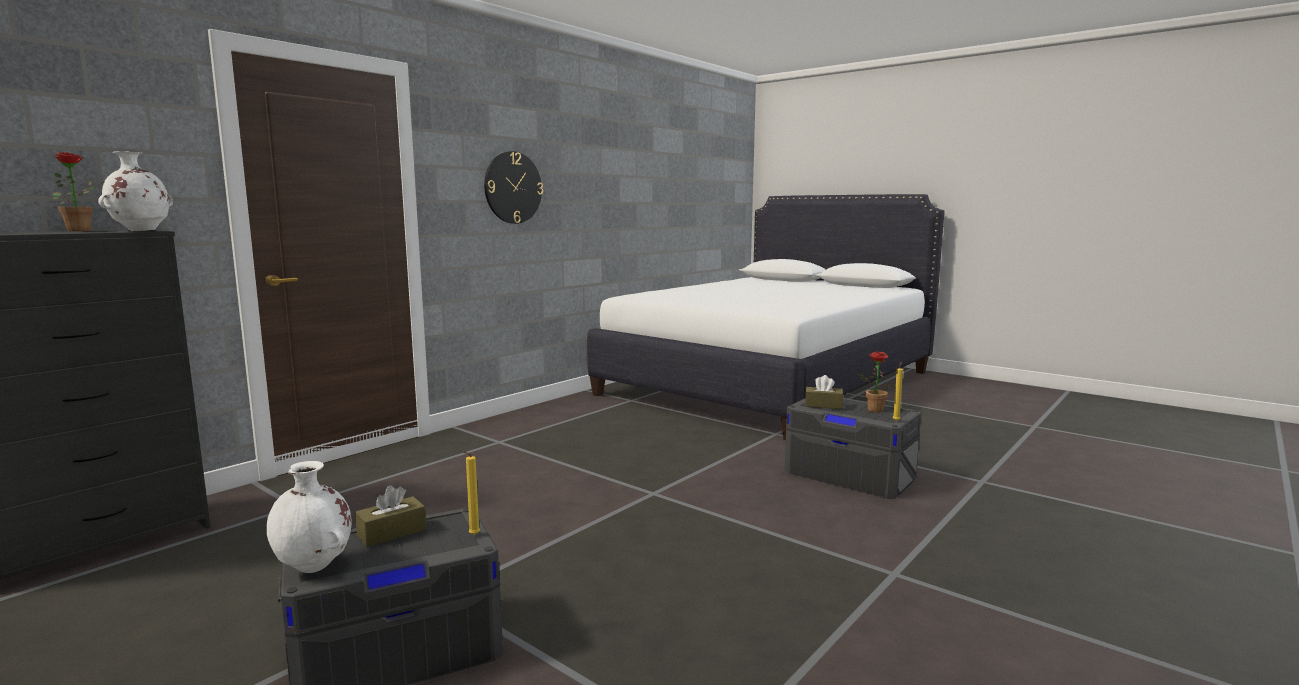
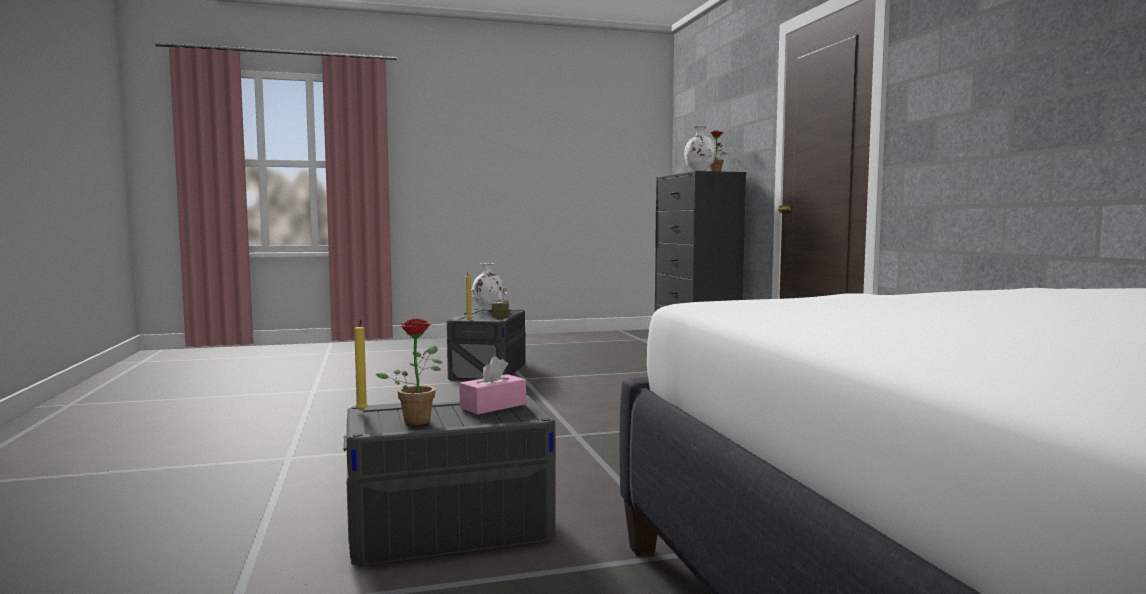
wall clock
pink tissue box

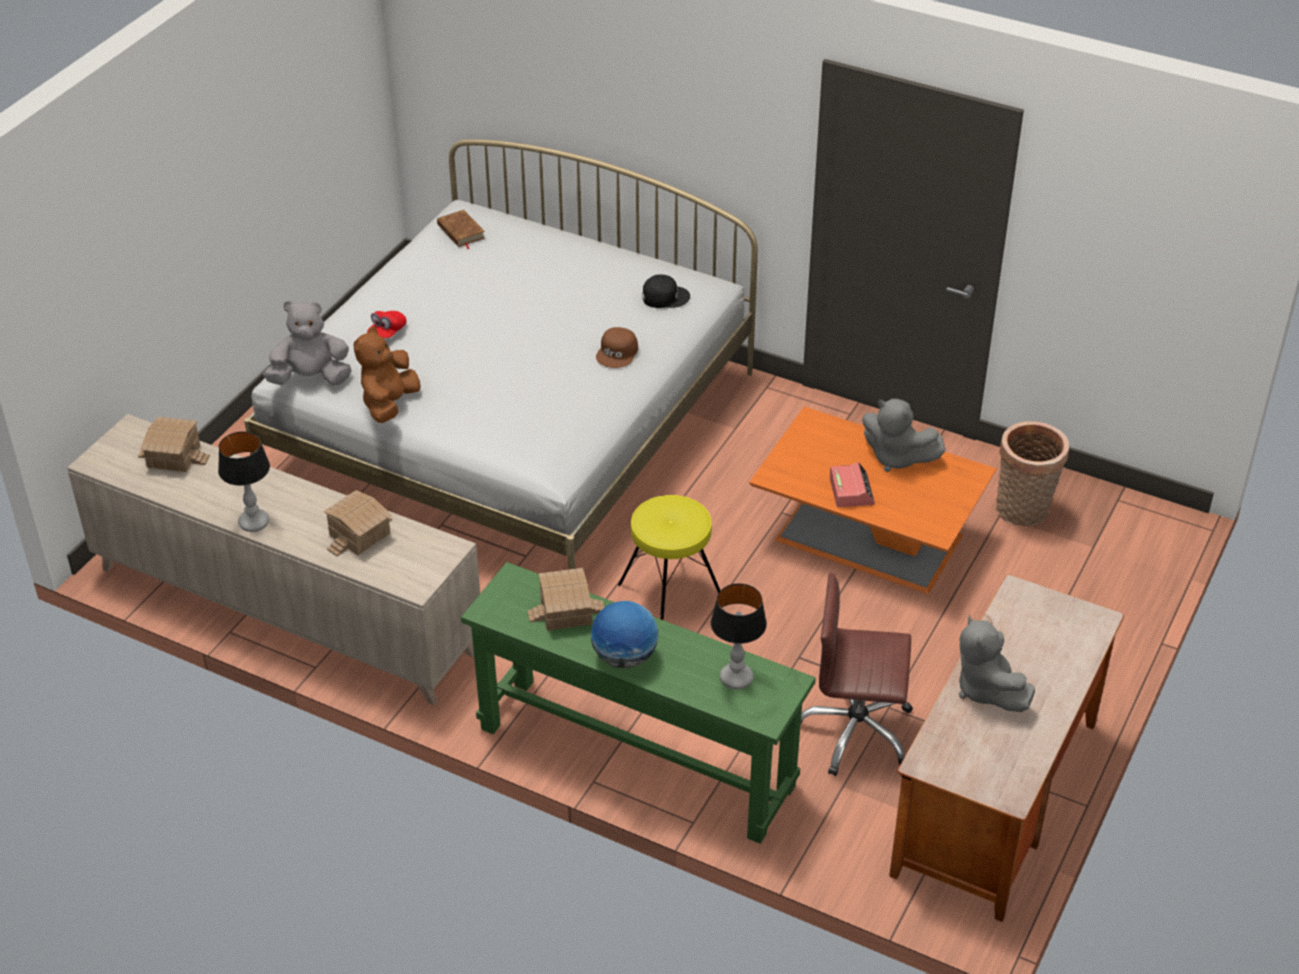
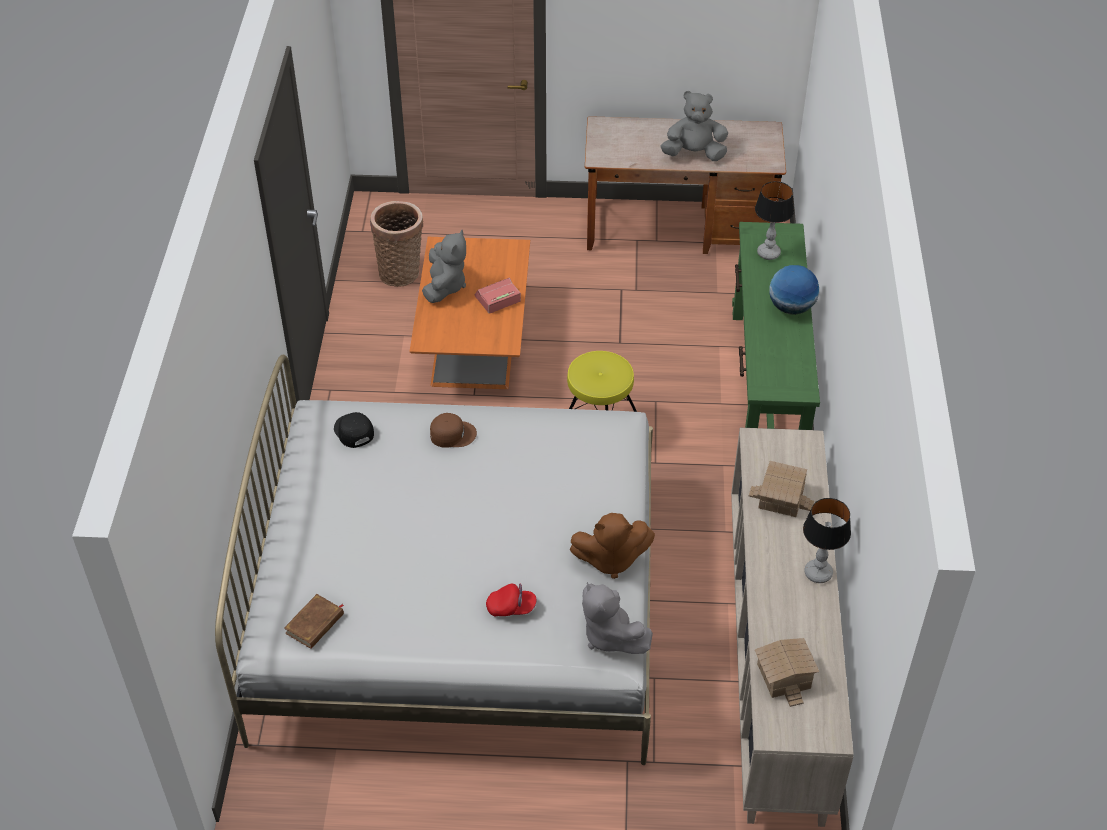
toy house (no. 3 from left in the first image)
brown office chair
grey plush toy (no. 3 from left)

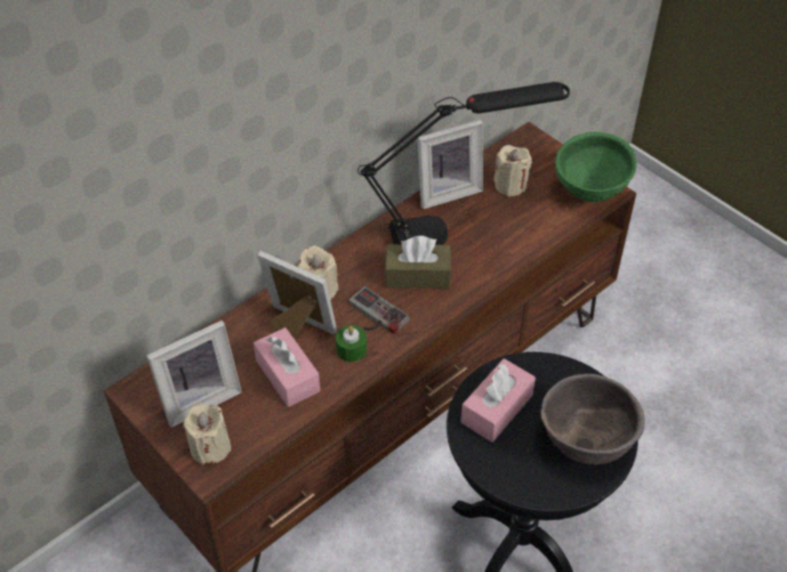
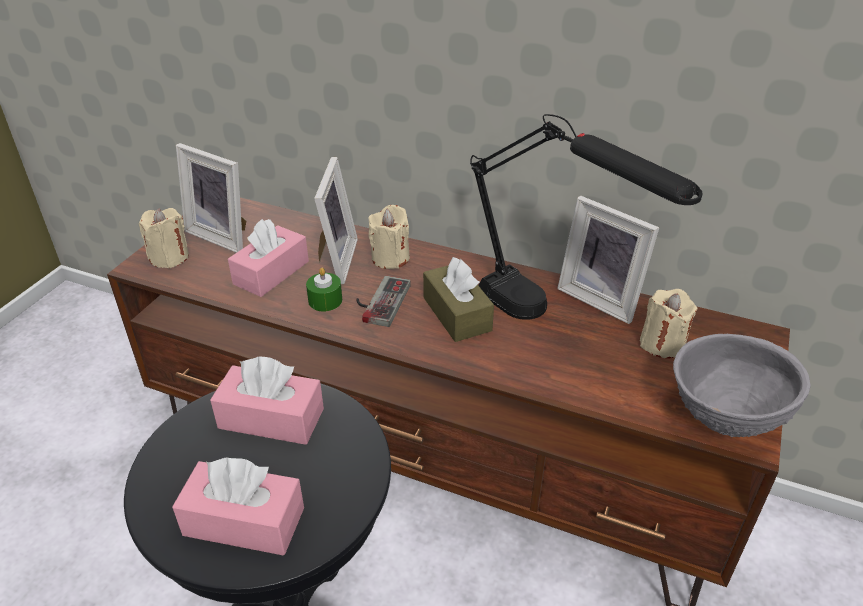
pink tissue box (no. 1 from left)
grey bowl

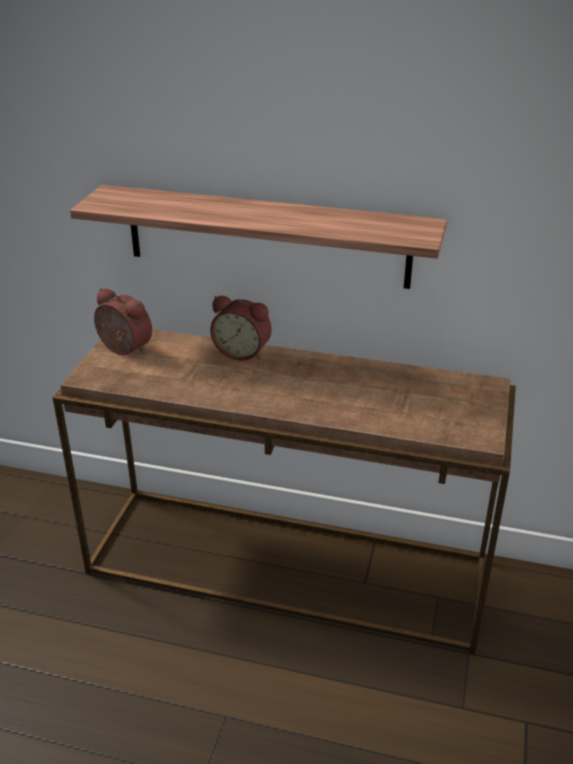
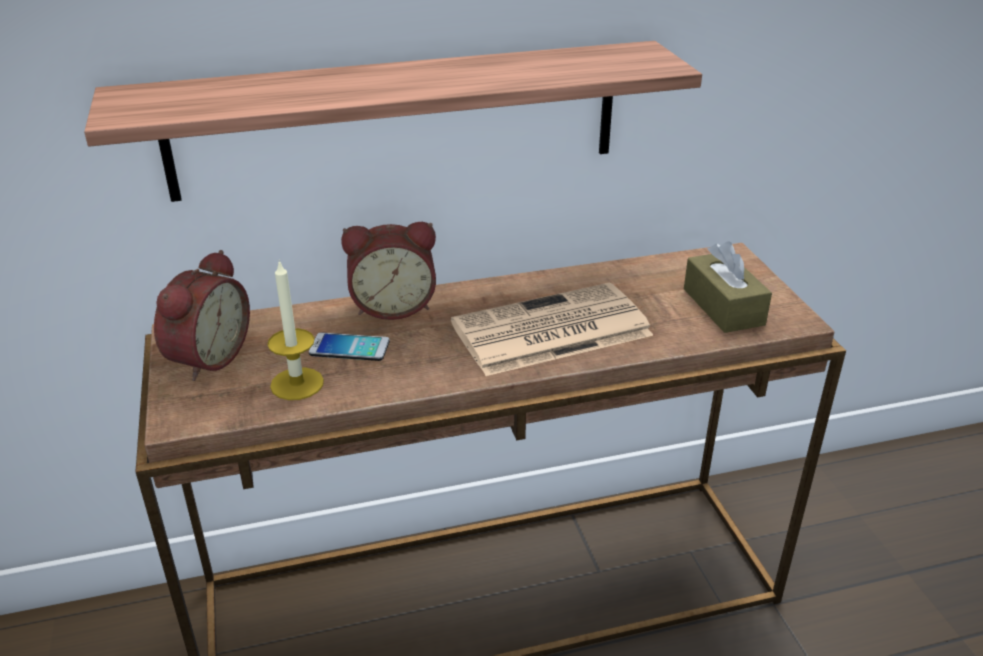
alarm clock (no. 1 from left)
candle
phone
newspaper
brown tissue box

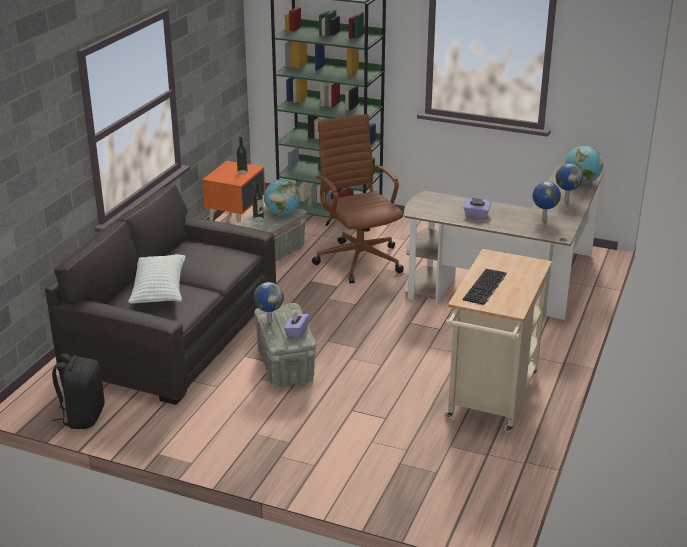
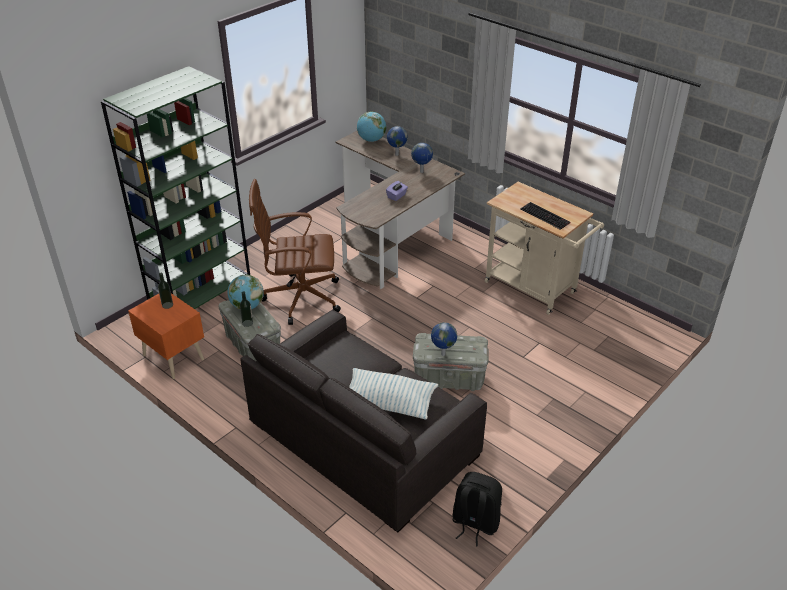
purple tissue box (no. 1 from left in the first image)

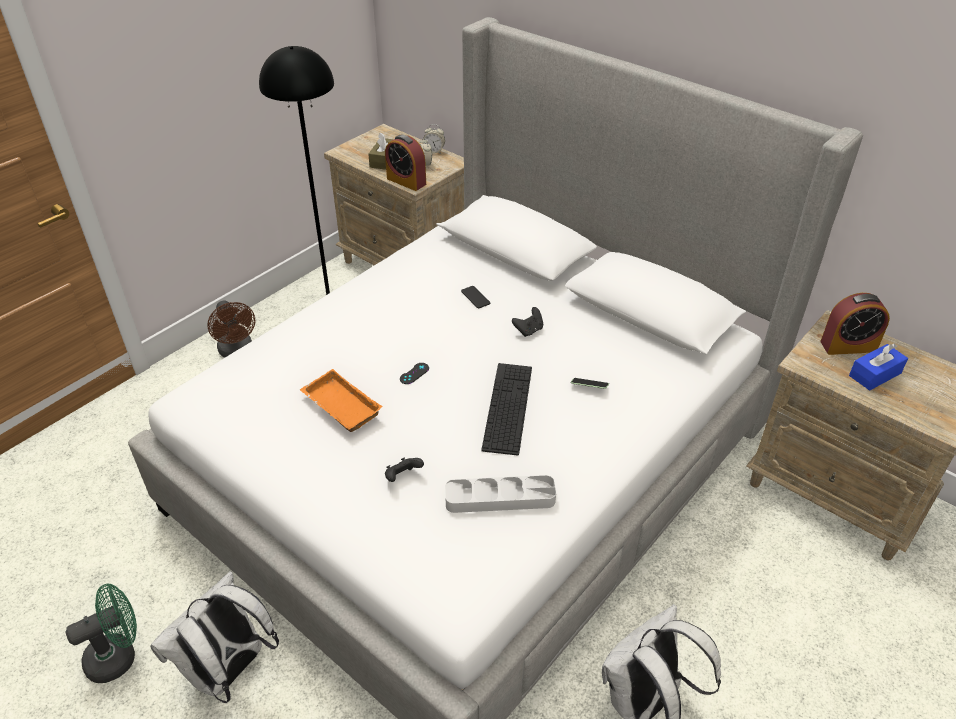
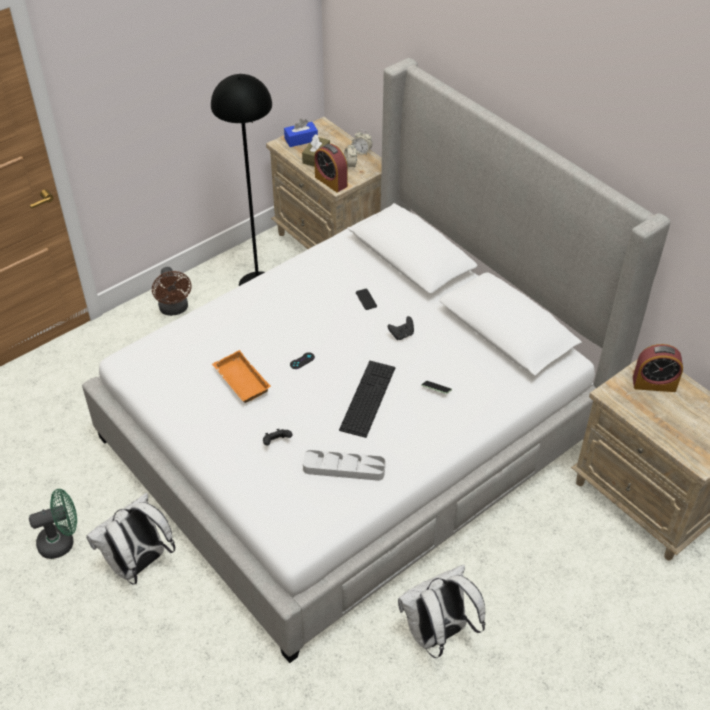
blue tissue box

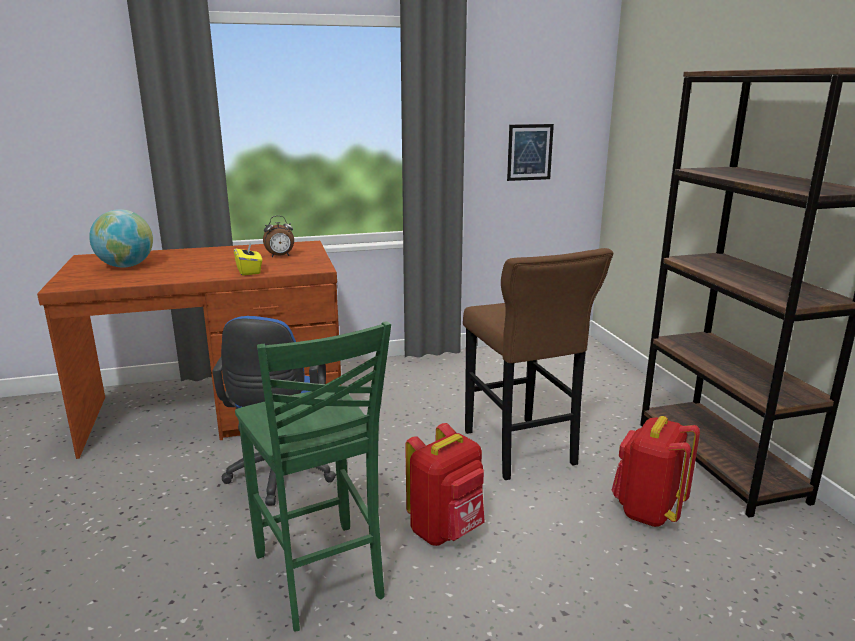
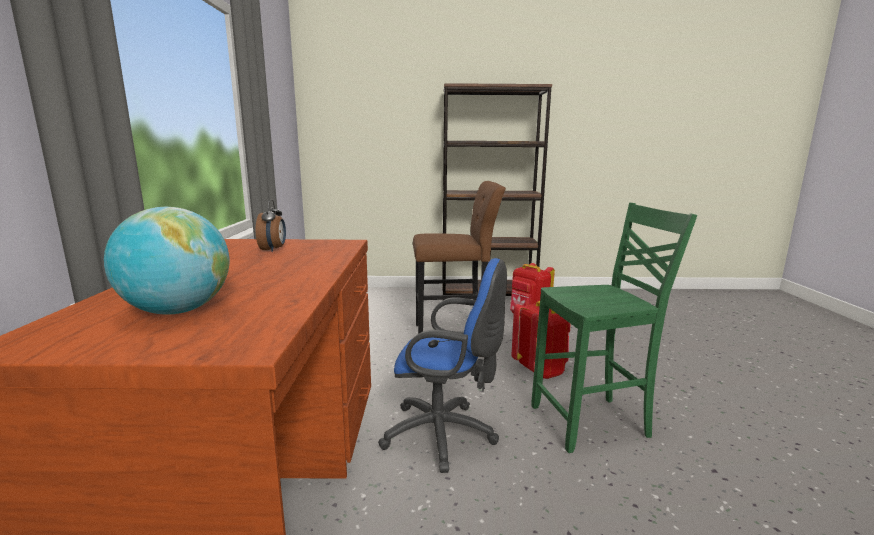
yellow tissue box
picture

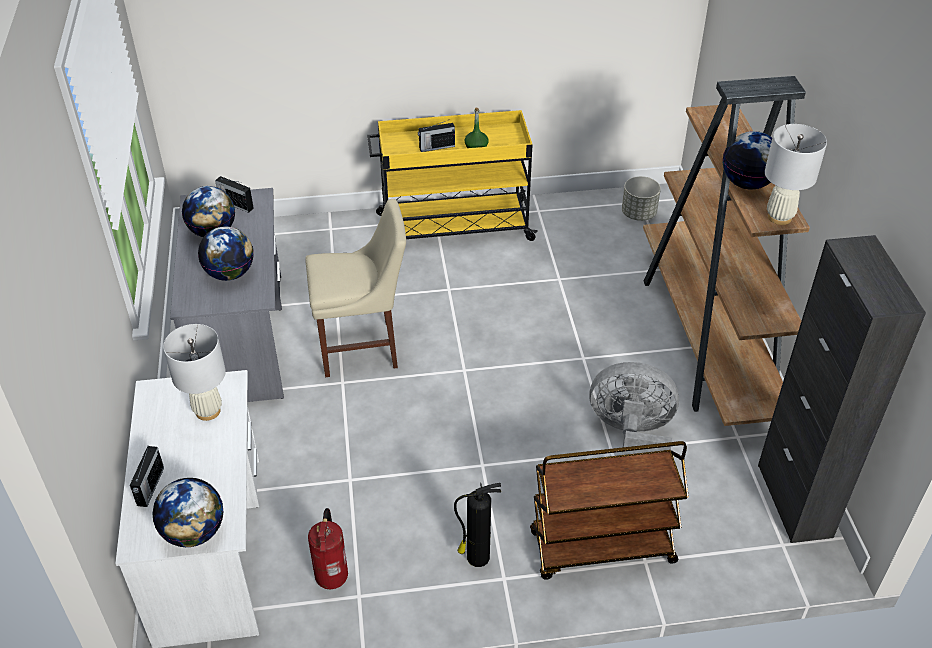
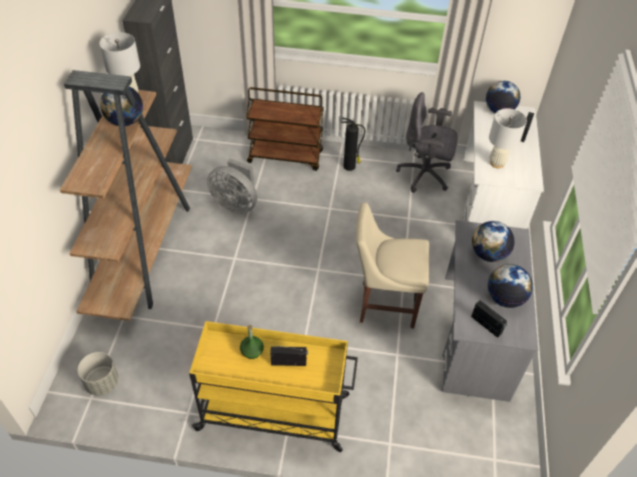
grey office chair

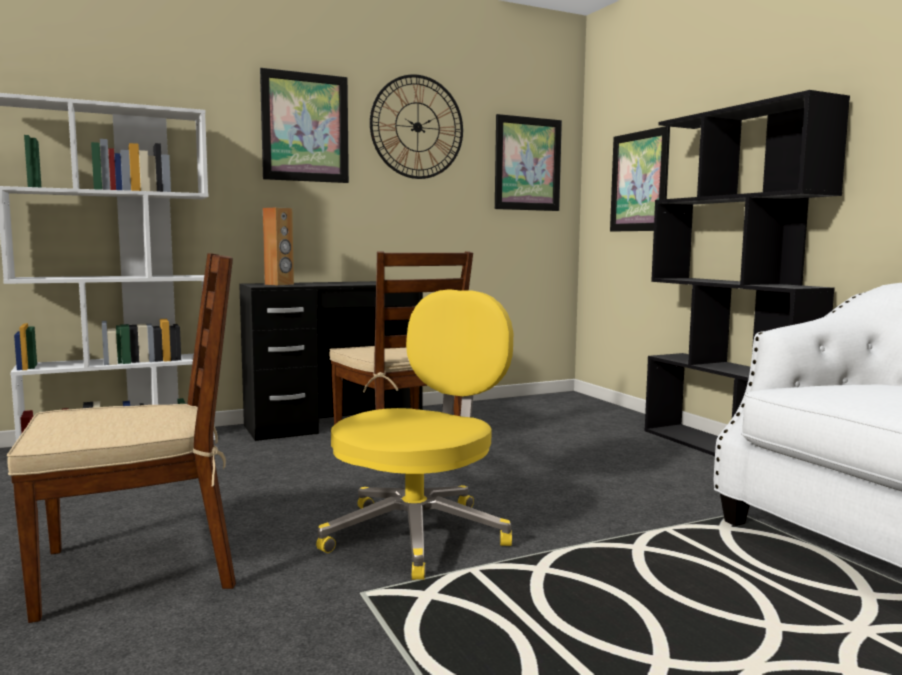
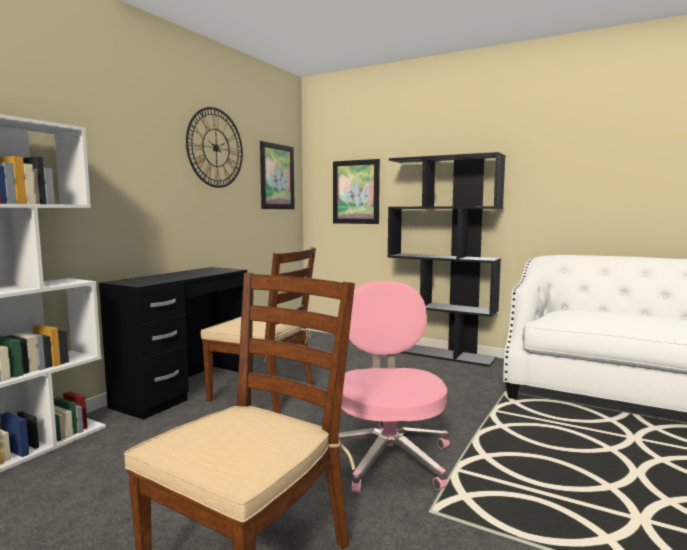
picture (no. 1 from left in the first image)
brown speaker
pink office chair

